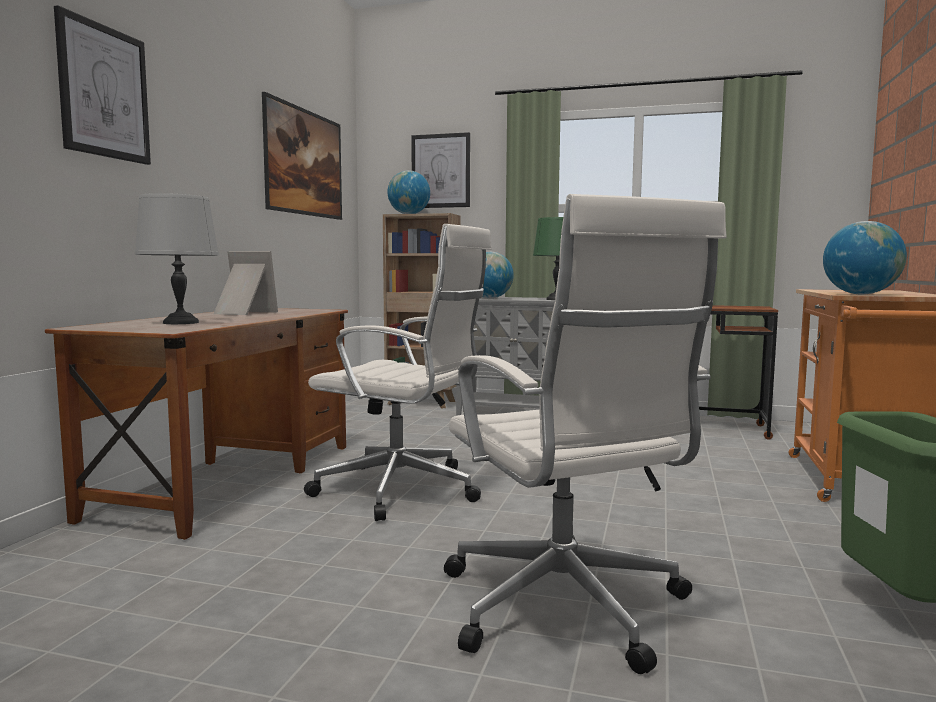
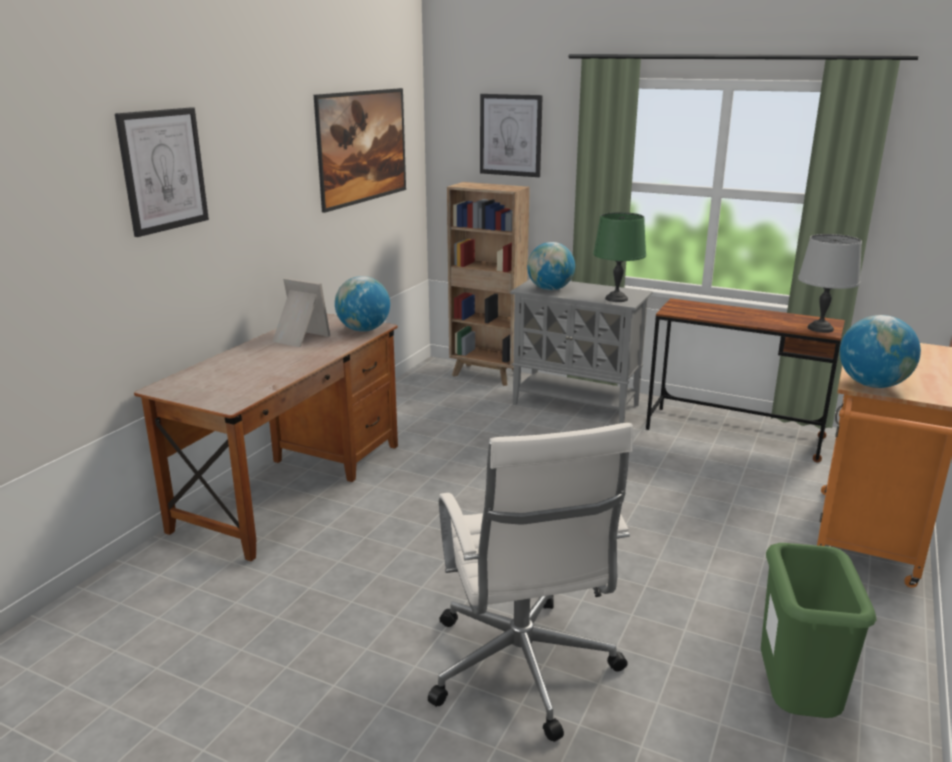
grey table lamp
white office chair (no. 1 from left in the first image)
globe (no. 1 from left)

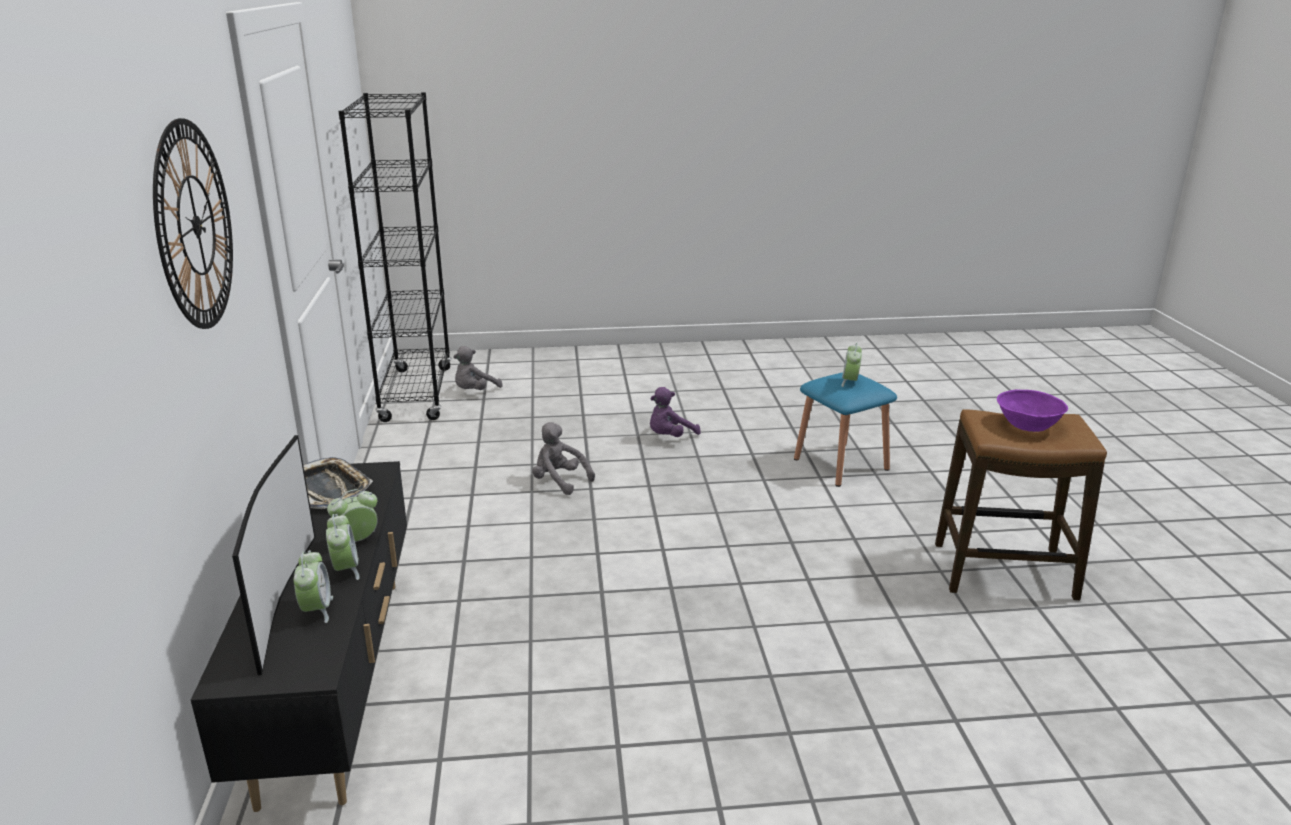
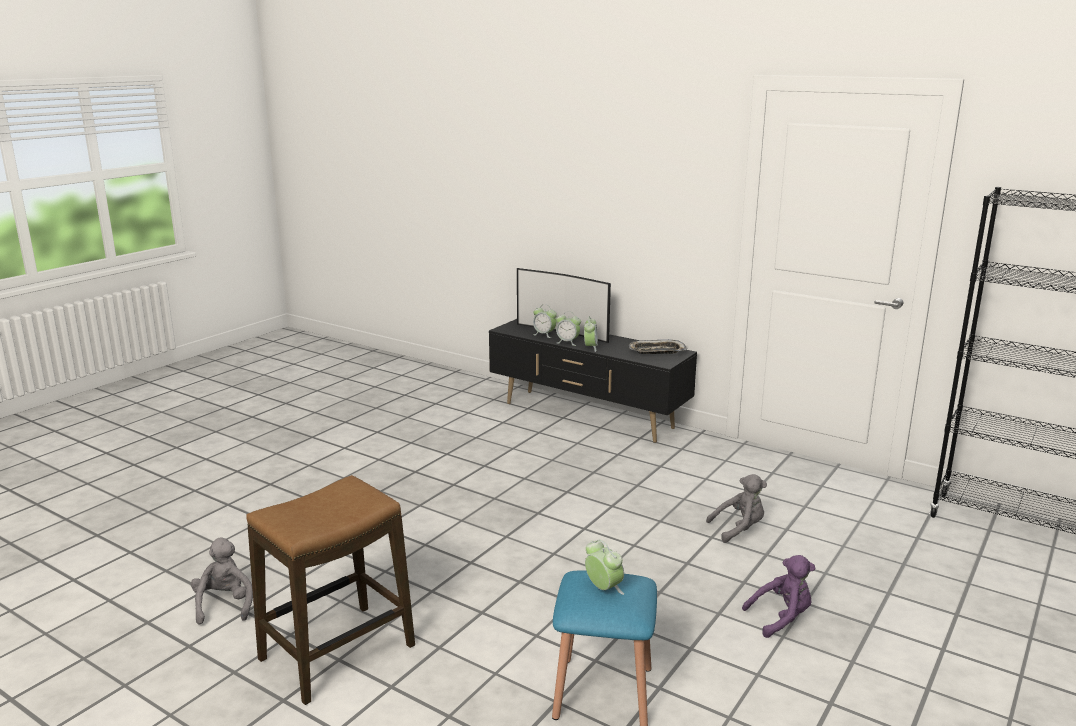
wall clock
grey plush toy (no. 1 from left)
purple plush toy
purple bowl

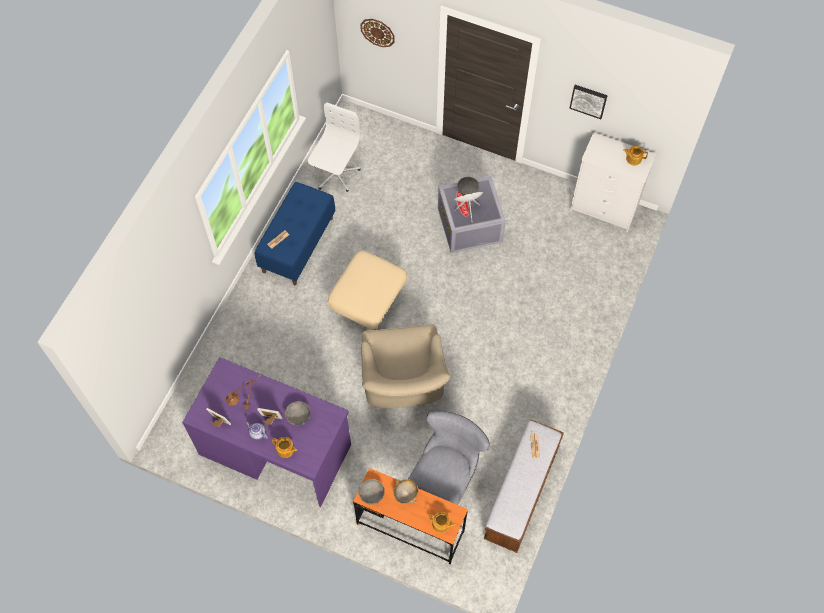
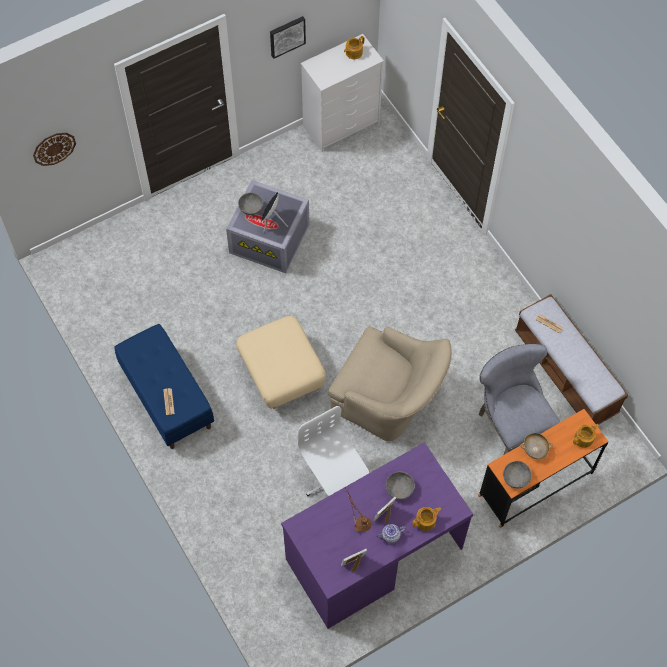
white office chair

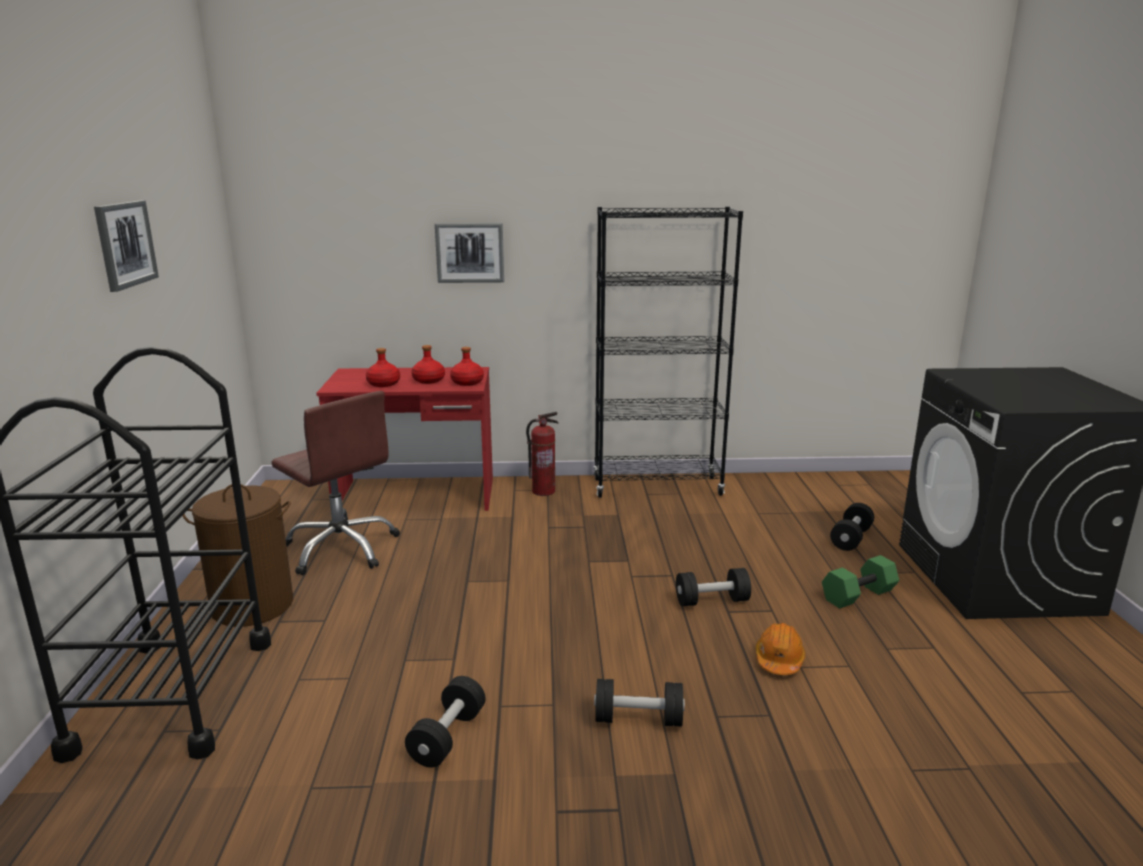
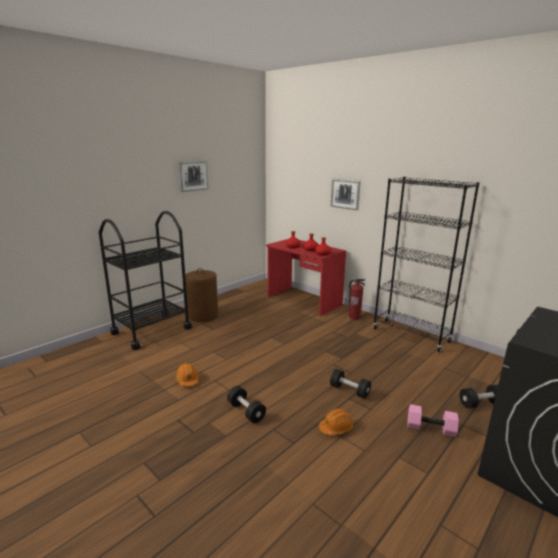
brown office chair
orange hard hat (no. 1 from left)
pink dumbbell

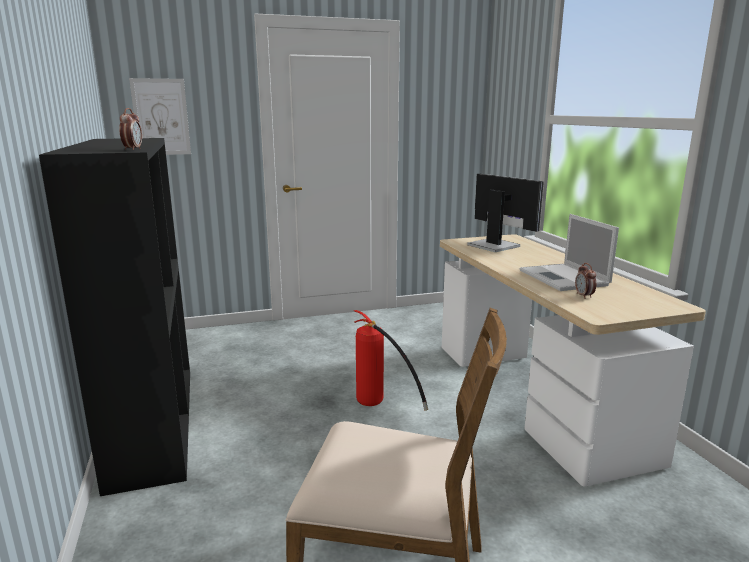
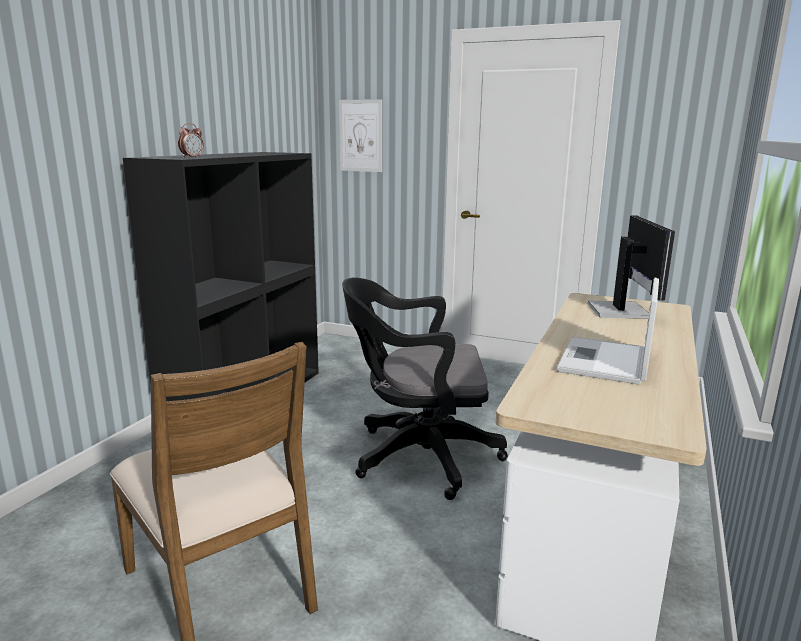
black office chair
alarm clock (no. 2 from left in the first image)

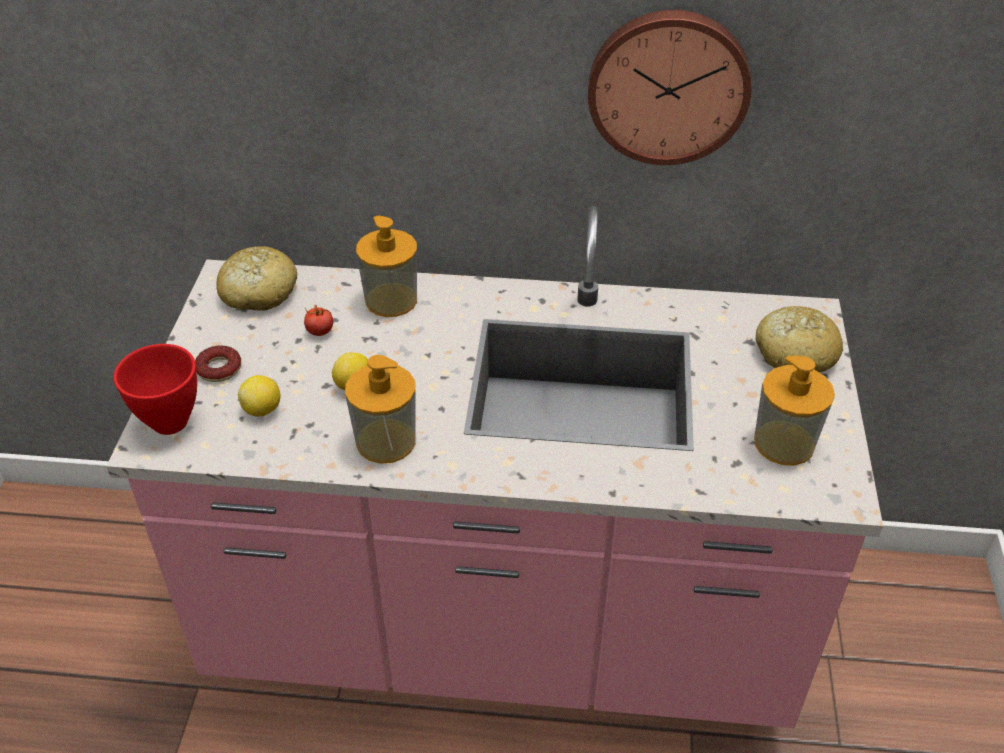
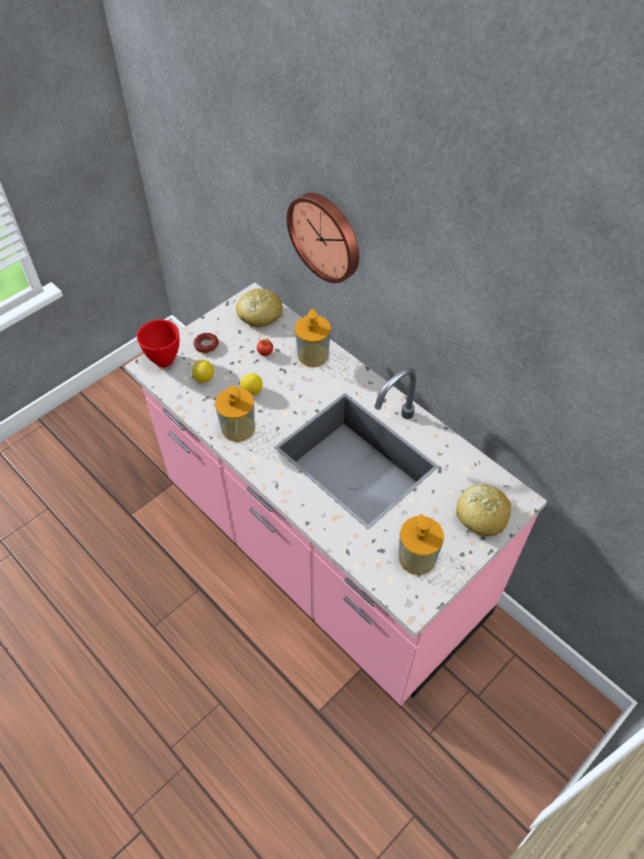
wall clock

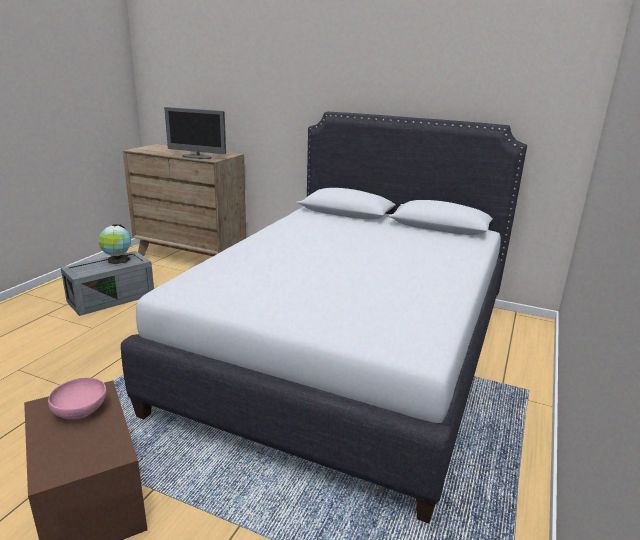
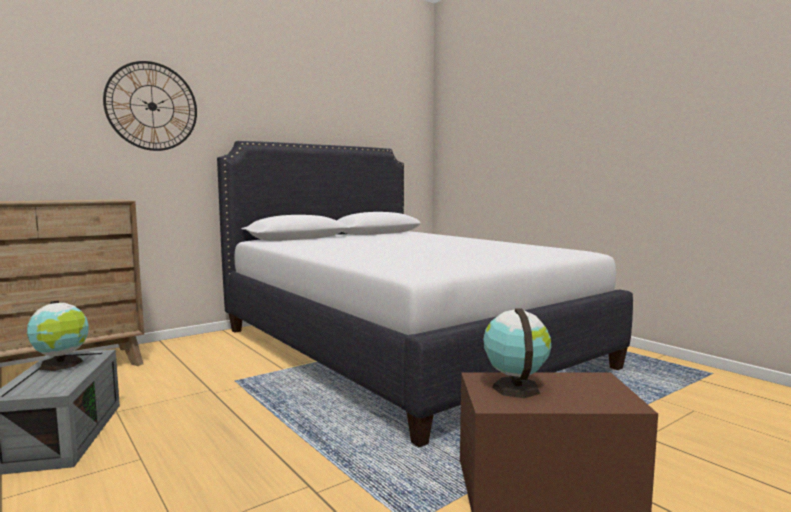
globe (no. 2 from left)
monitor
wall clock

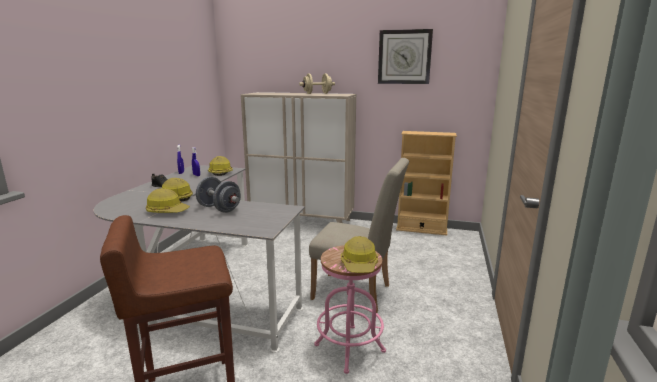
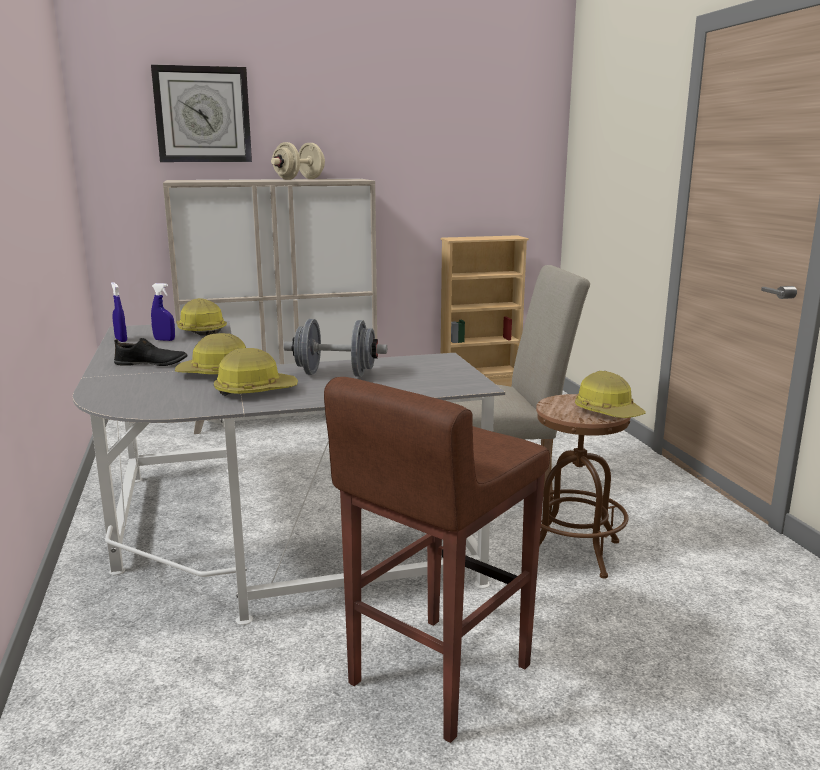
brown stool (no. 2 from left)
wall clock

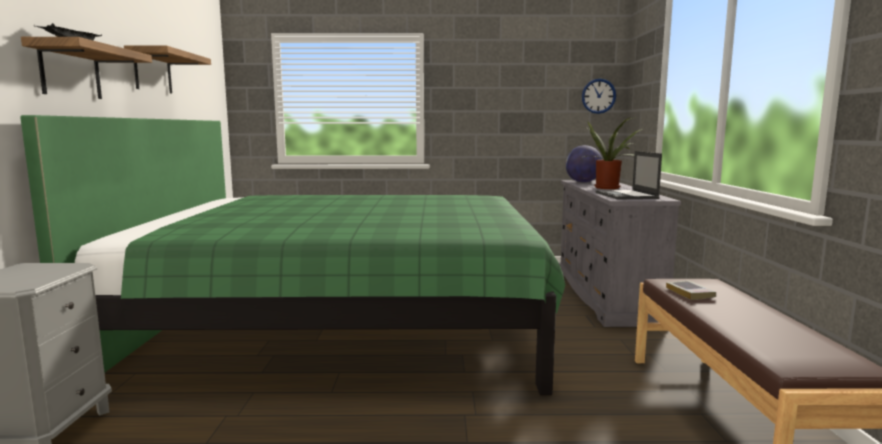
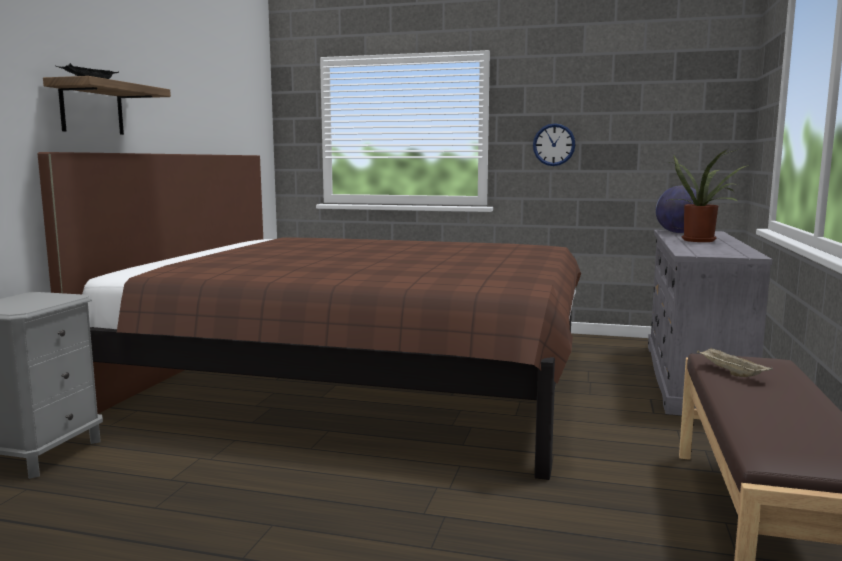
brown bed
shelf (no. 2 from left in the first image)
wall clock
laptop
beige tray

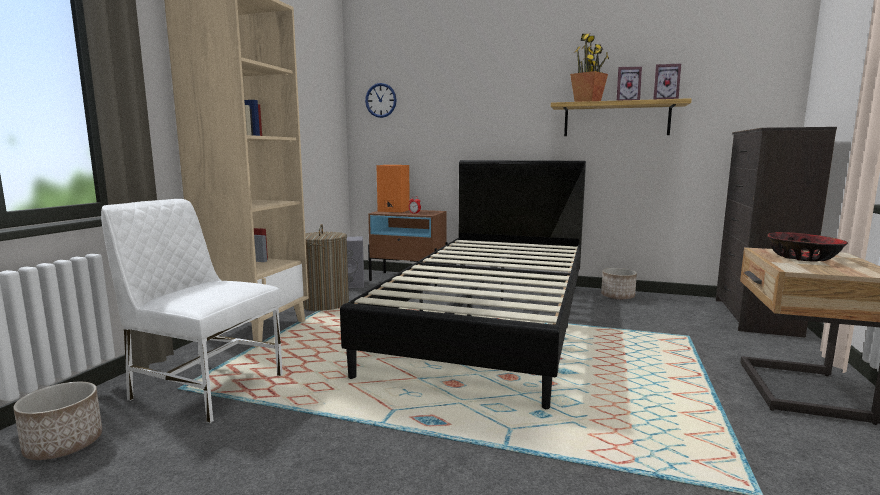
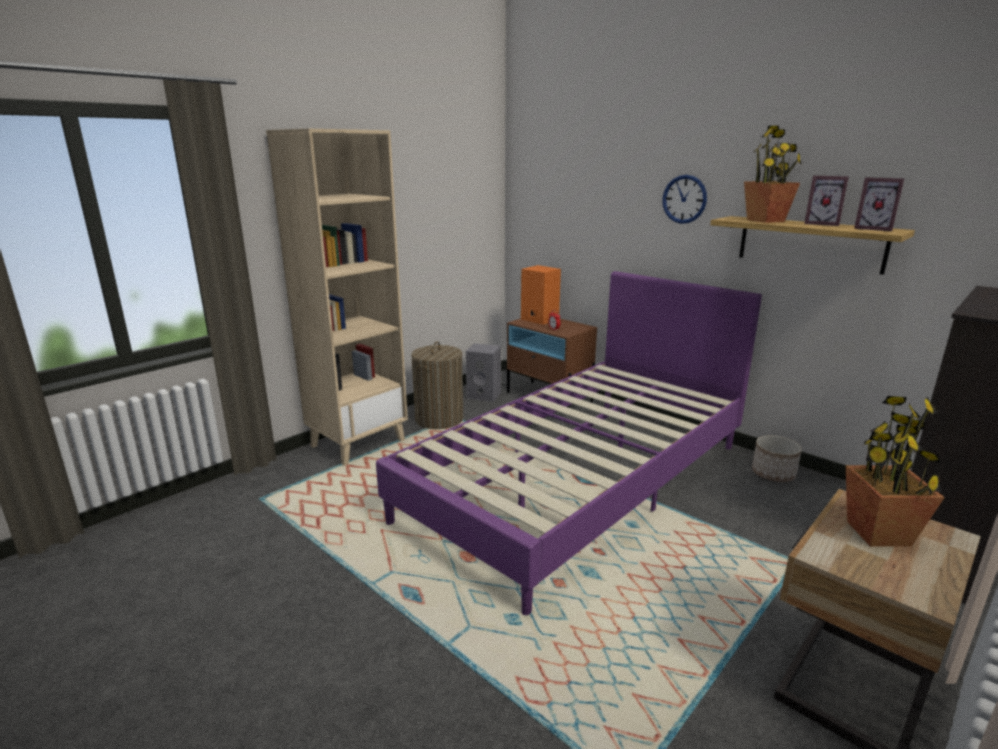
planter (no. 1 from left in the first image)
white chair
purple bed
wall clock
potted plant (no. 2 from left)

